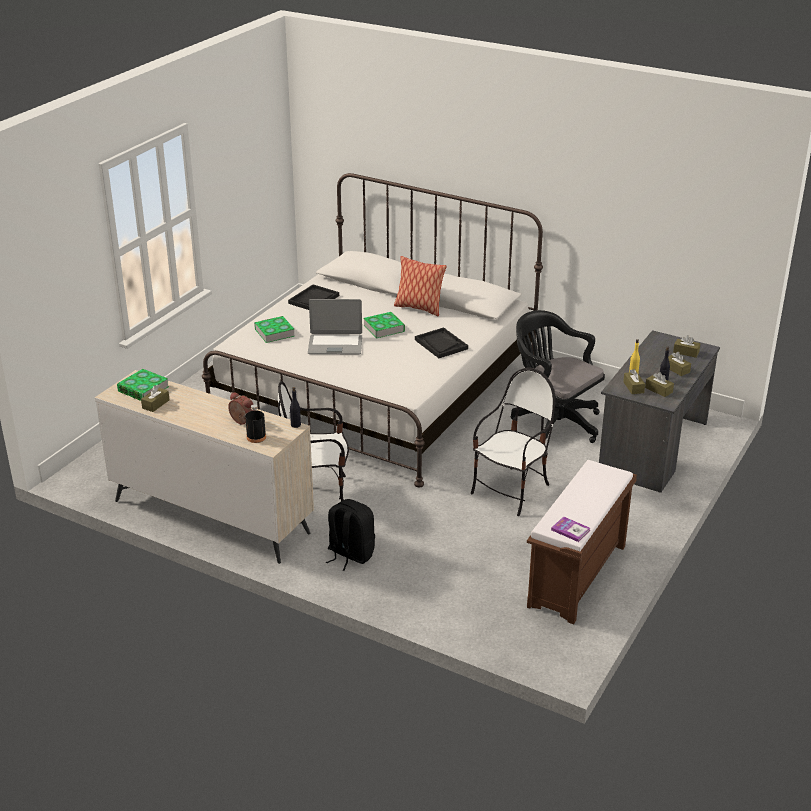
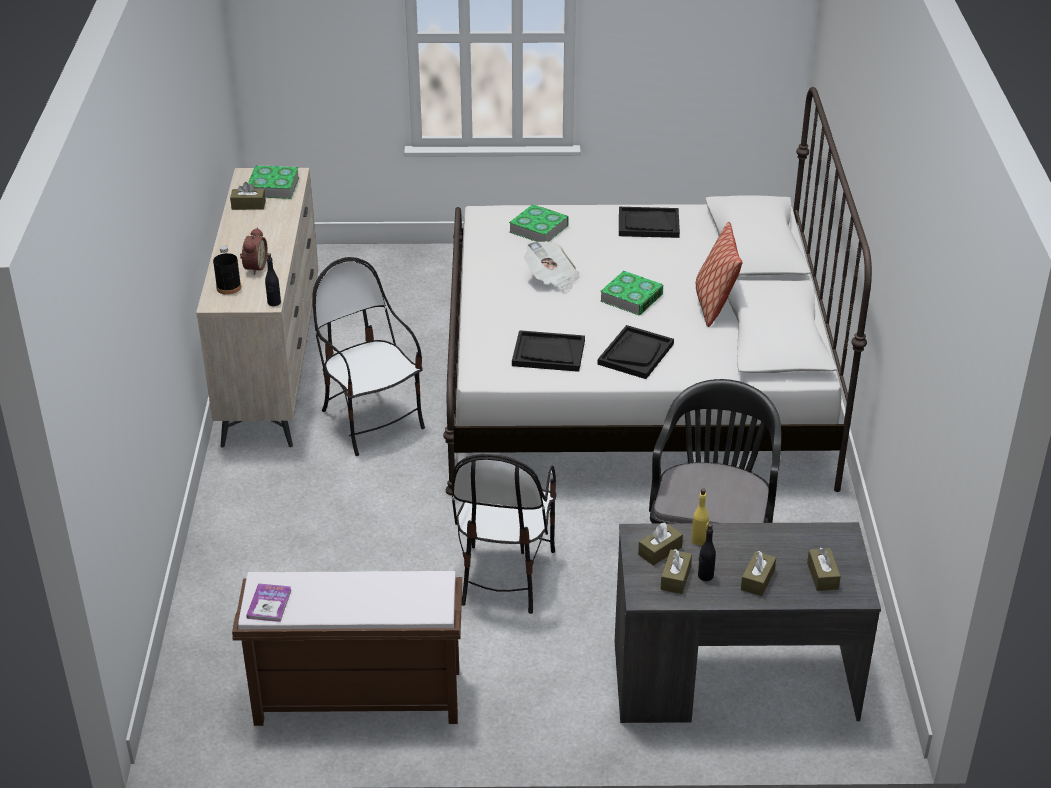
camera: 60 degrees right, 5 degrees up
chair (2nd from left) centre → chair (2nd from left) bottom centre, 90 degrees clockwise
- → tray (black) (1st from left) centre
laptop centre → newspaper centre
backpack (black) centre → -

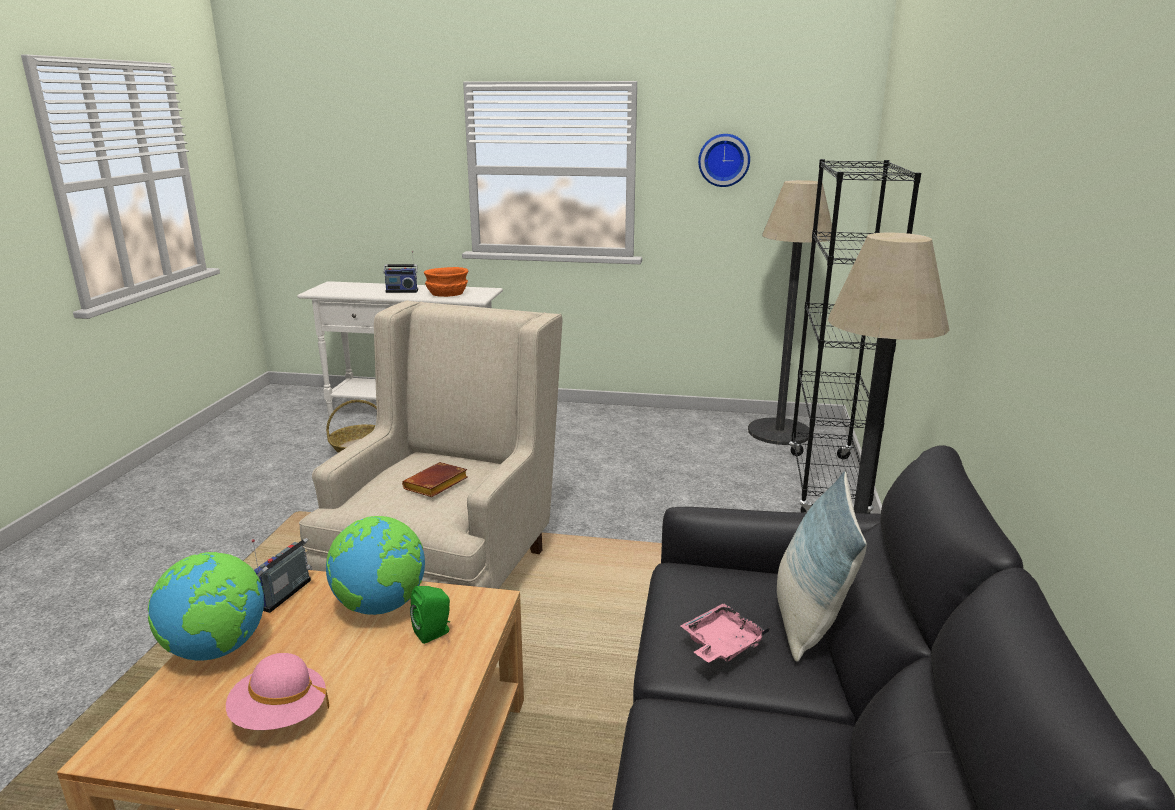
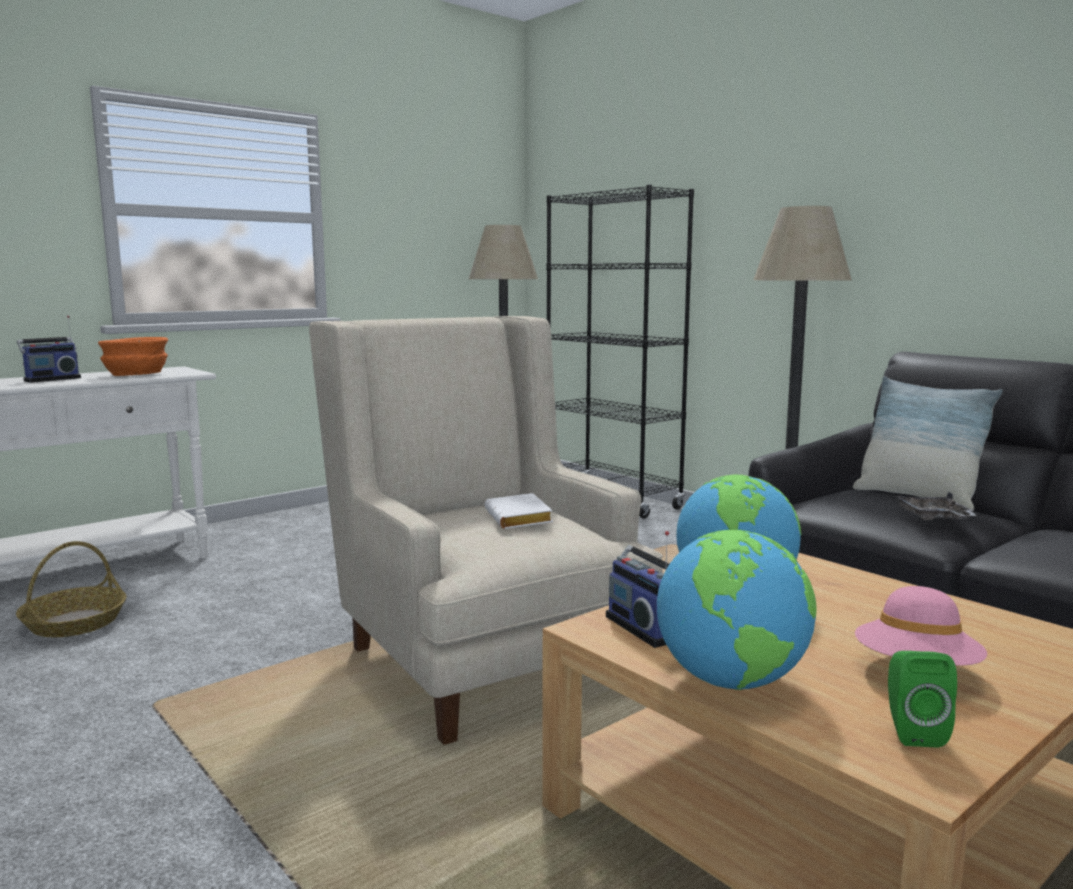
camera: 50 degrees left, 10 degrees down
book (brown) centre → book (white) centre
speaker (green) bottom centre → speaker (green) bottom right, move
tray (pink) bottom centre → tray (grey) middle right
wall clock top centre → -

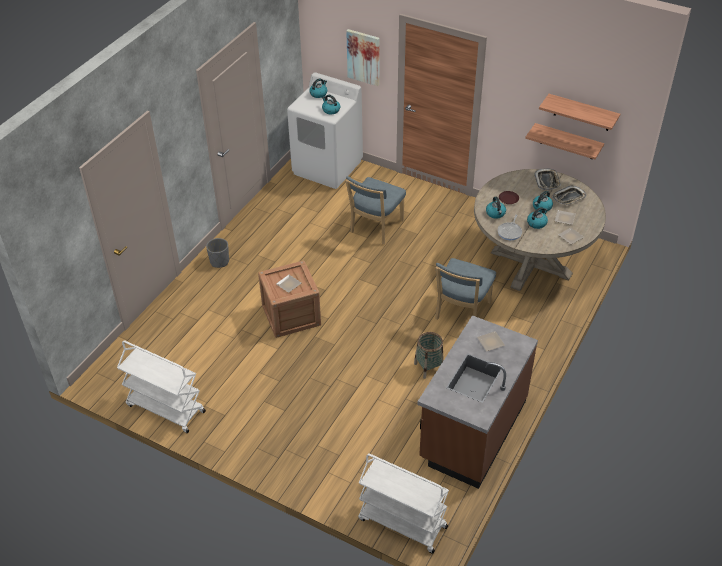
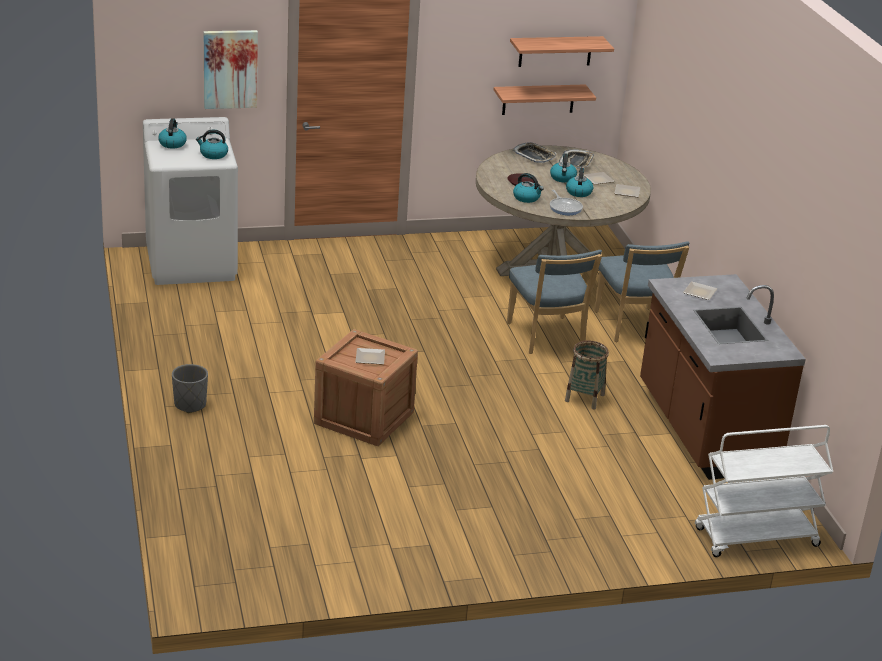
camera: 45 degrees left, 15 degrees down
chair (blue) (1st from left in the first image) centre → chair (blue) (2nd from left) middle right, move
cart (white) (1st from left) bottom left → -

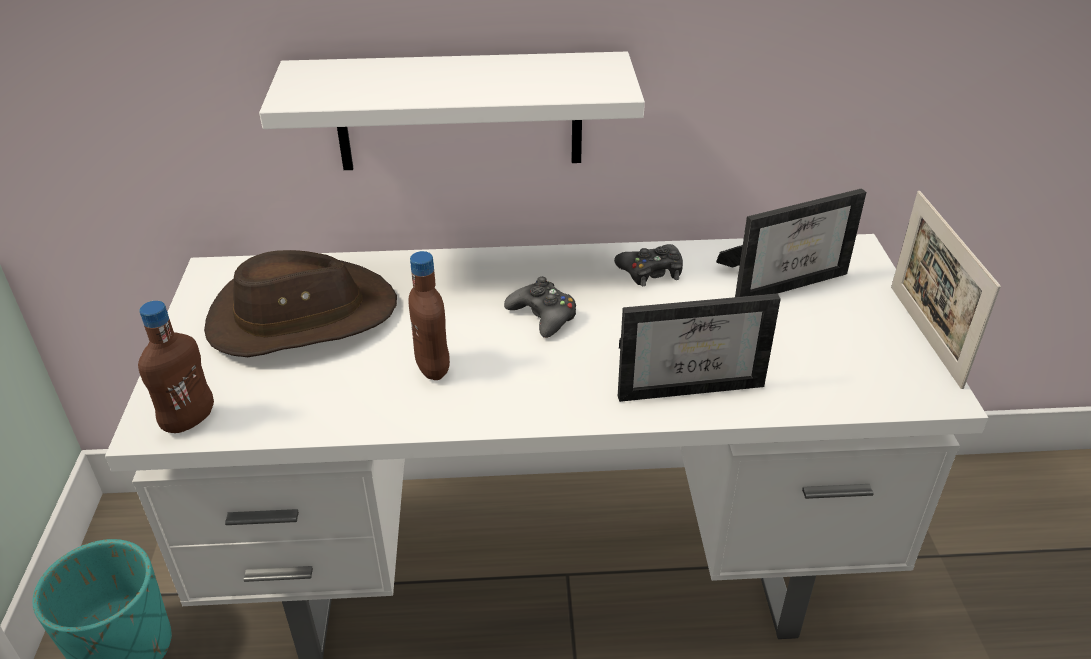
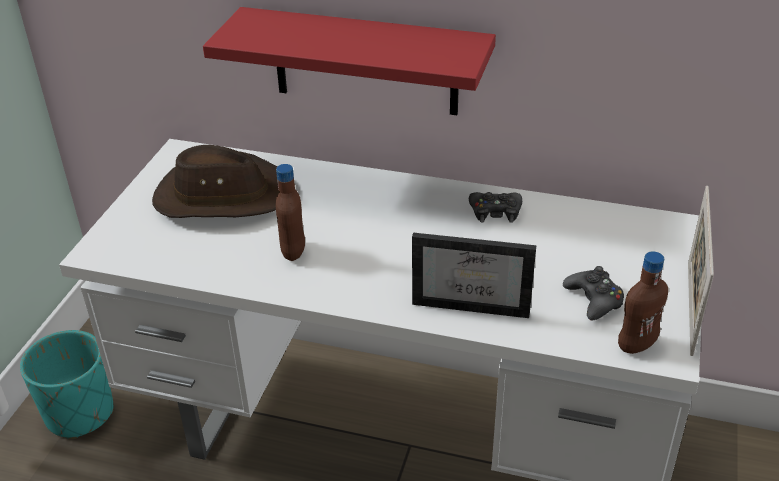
camera: 20 degrees right, 0 degrees up
shelf (white) top centre → shelf (red) top centre
game controller (black) (1st from left in the first image) centre → game controller (black) (2nd from left) middle right, move
bottle (brown) (1st from left in the first image) middle left → bottle (brown) (2nd from left) middle right, move
picture frame (2nd from left) middle right → -

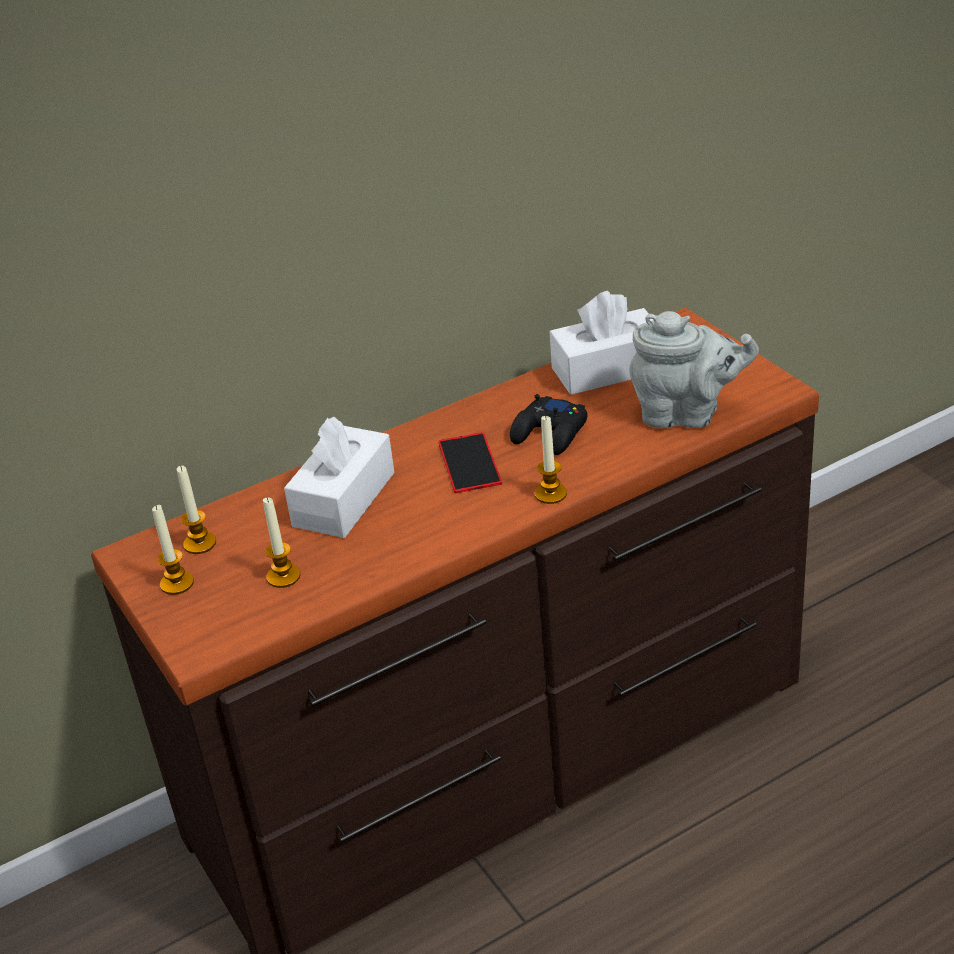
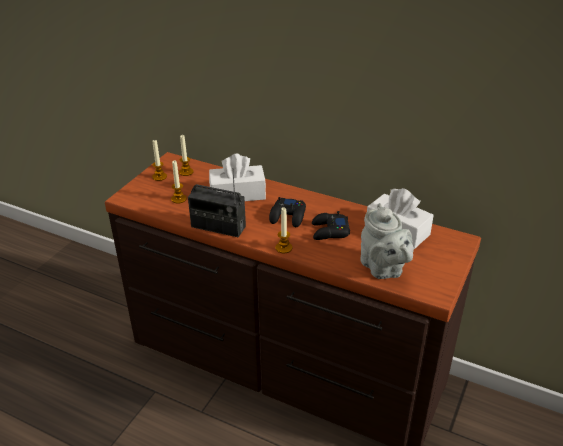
camera: 55 degrees right, 0 degrees up
- → radio centre
phone centre → game controller (black) (1st from left) centre

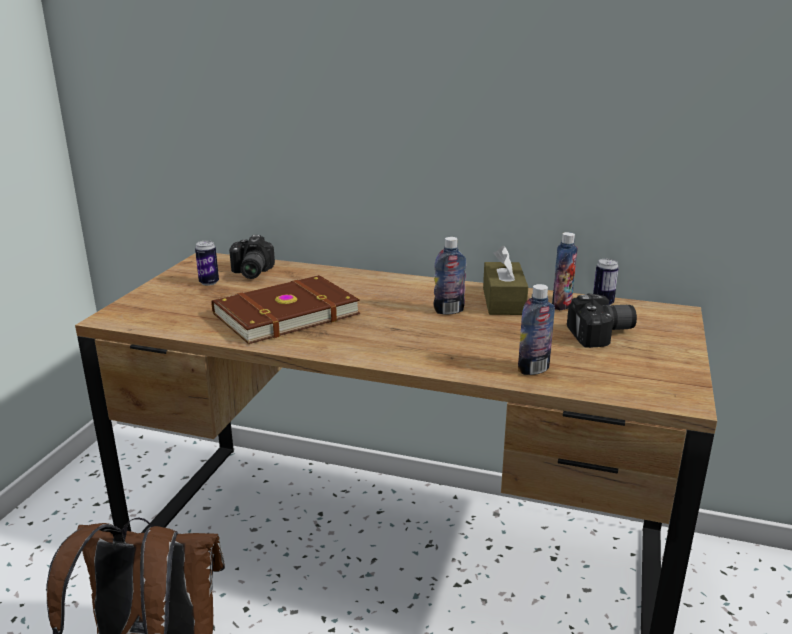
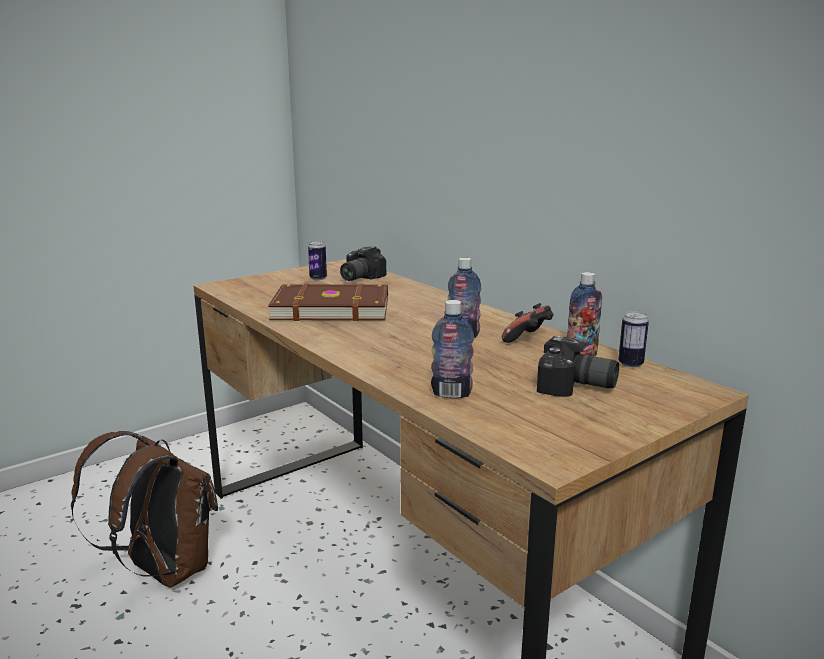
camera: 35 degrees right, 5 degrees down
tissue box (brown) centre → game controller centre

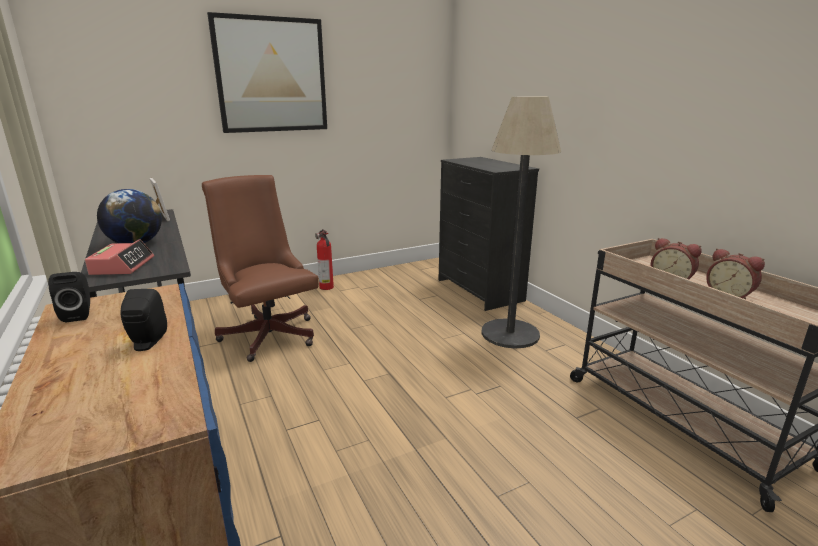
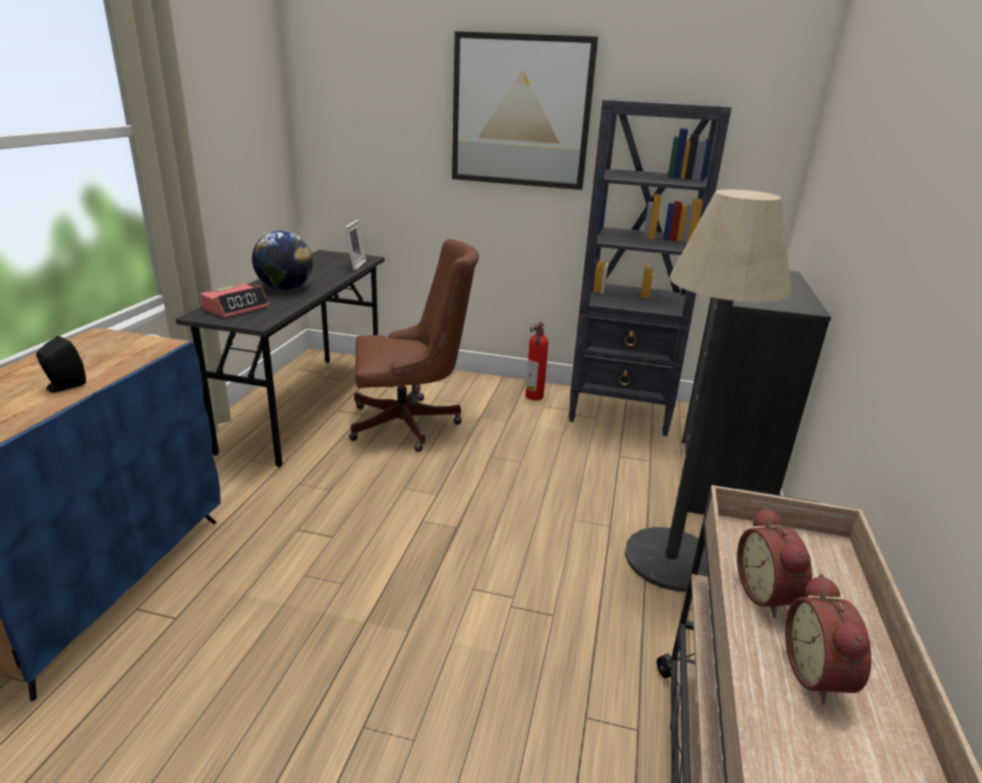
camera: 40 degrees right, 5 degrees up
office chair (brown) middle left → office chair (brown) centre, 75 degrees clockwise
- → bookcase (black) centre
speaker (black) (1st from left) middle left → -

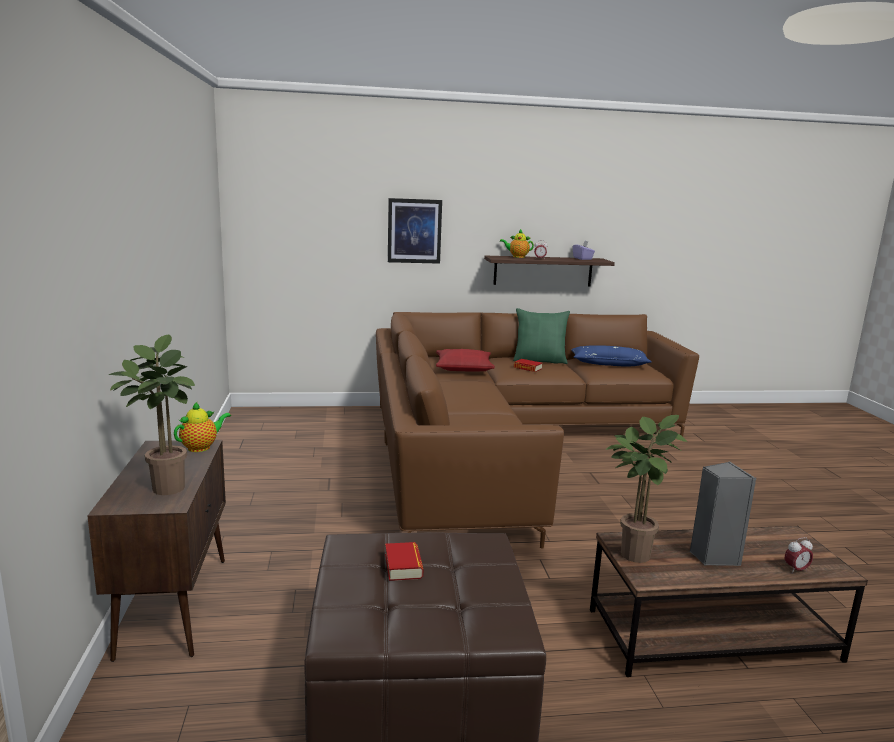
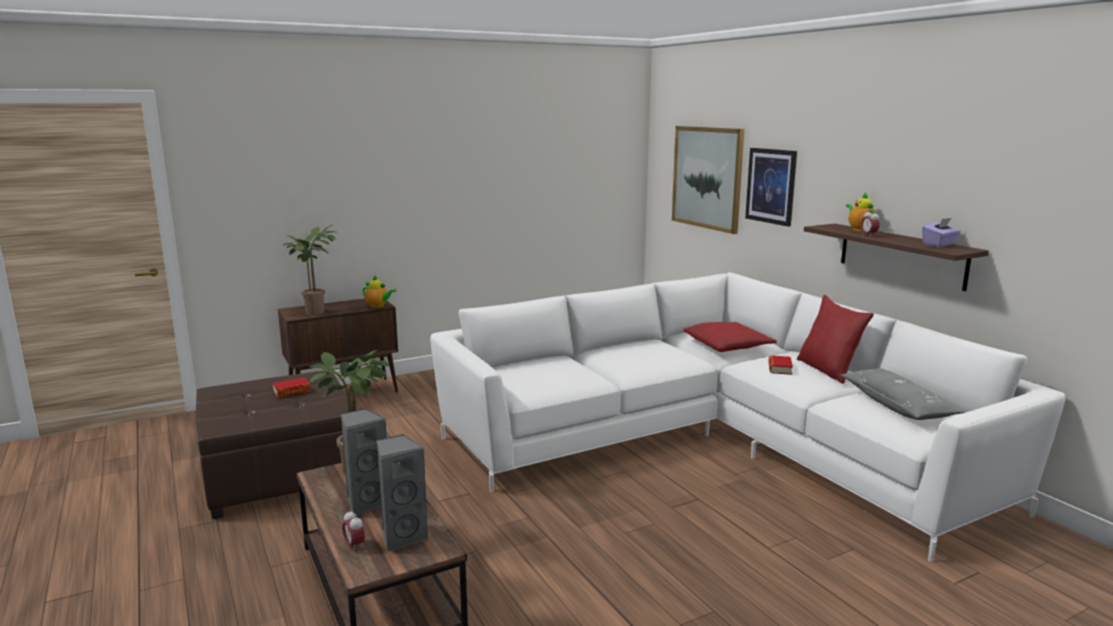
camera: 70 degrees right, 0 degrees up
- → speaker (grey) (2nd from left) bottom centre
sofa (brown) centre → sofa (white) middle right
- → picture (1st from left) top centre
pillow (green) centre → pillow (red) (2nd from left) middle right
pillow (blue) middle right → pillow (grey) middle right

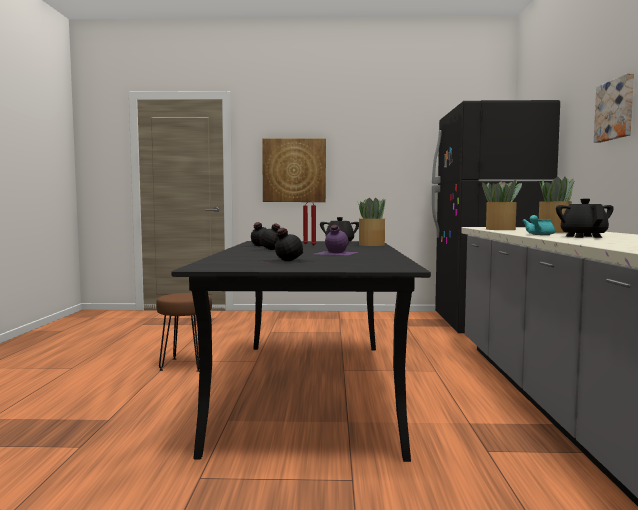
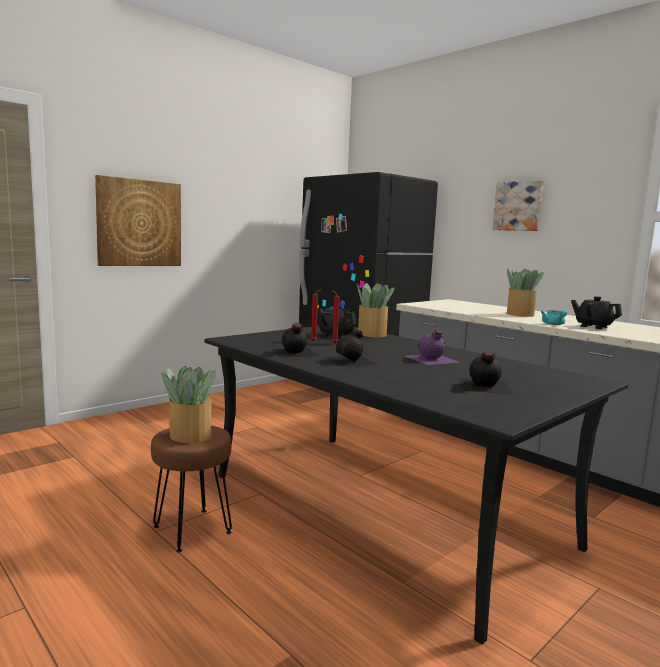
camera: 45 degrees left, 5 degrees up
potted plant (2nd from left in the first image) middle right → potted plant (1st from left) middle left, move

